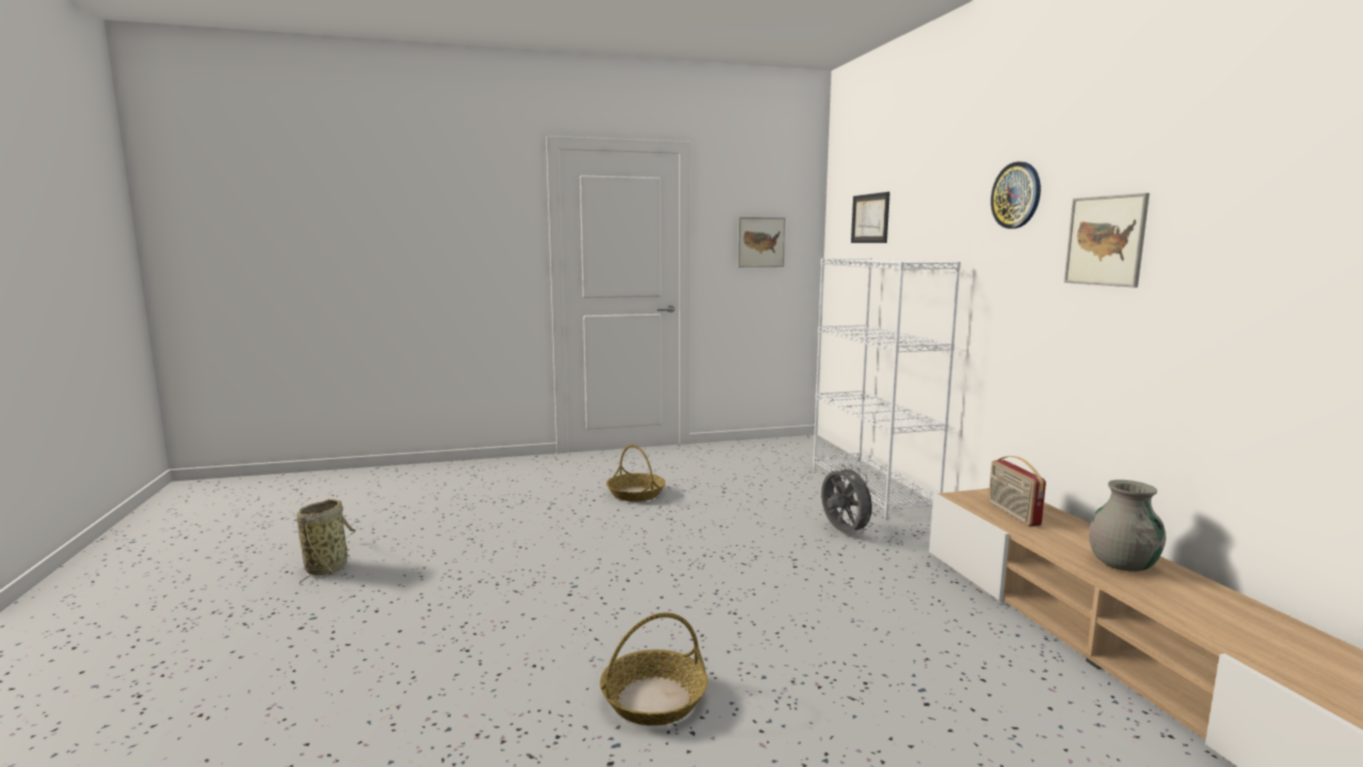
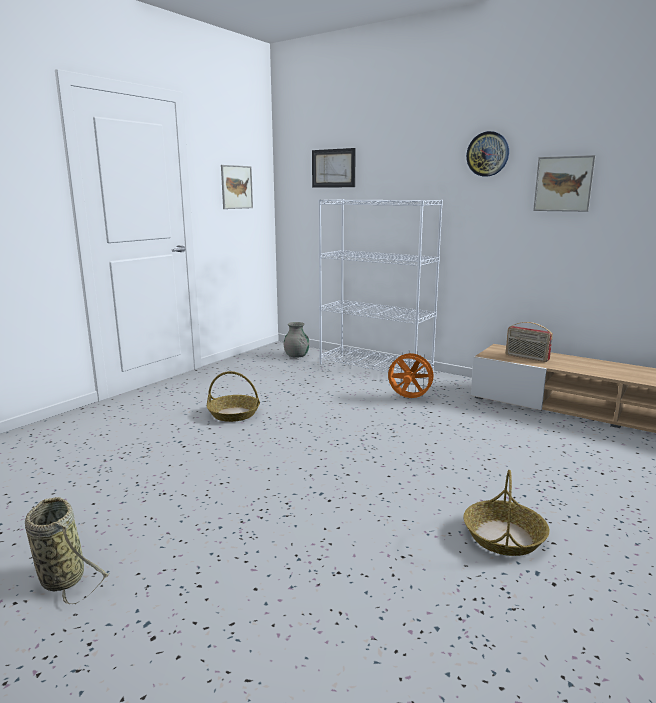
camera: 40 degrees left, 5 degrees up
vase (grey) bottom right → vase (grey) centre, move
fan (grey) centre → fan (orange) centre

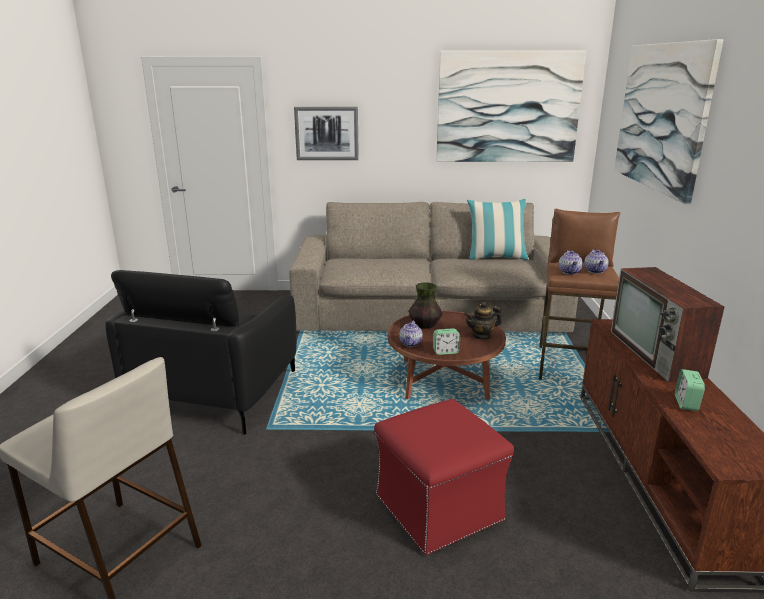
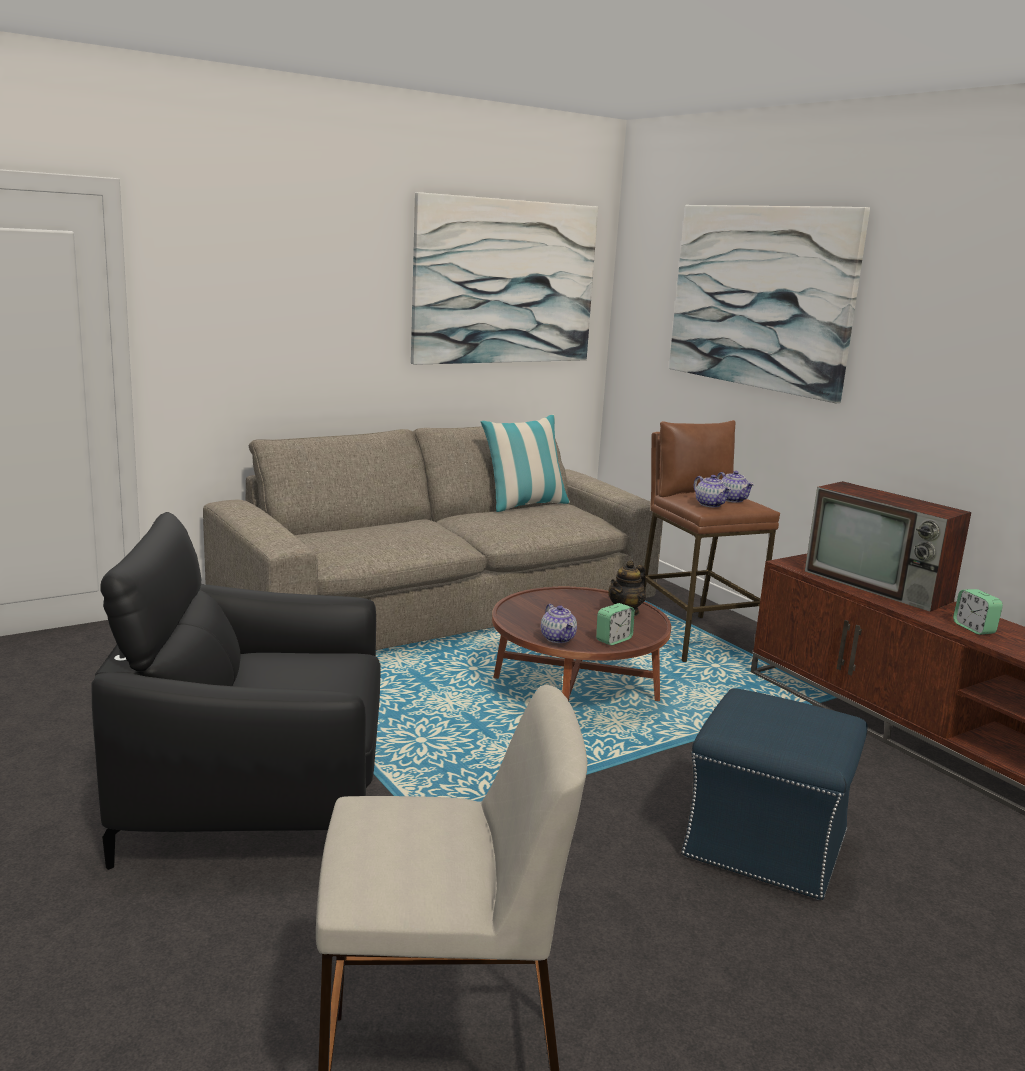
camera: 35 degrees left, 5 degrees down
armchair (black) middle left, 105 degrees clockwise
ottoman (red) bottom centre → ottoman (blue) bottom right
picture (1st from left) top centre → -
vase centre → -

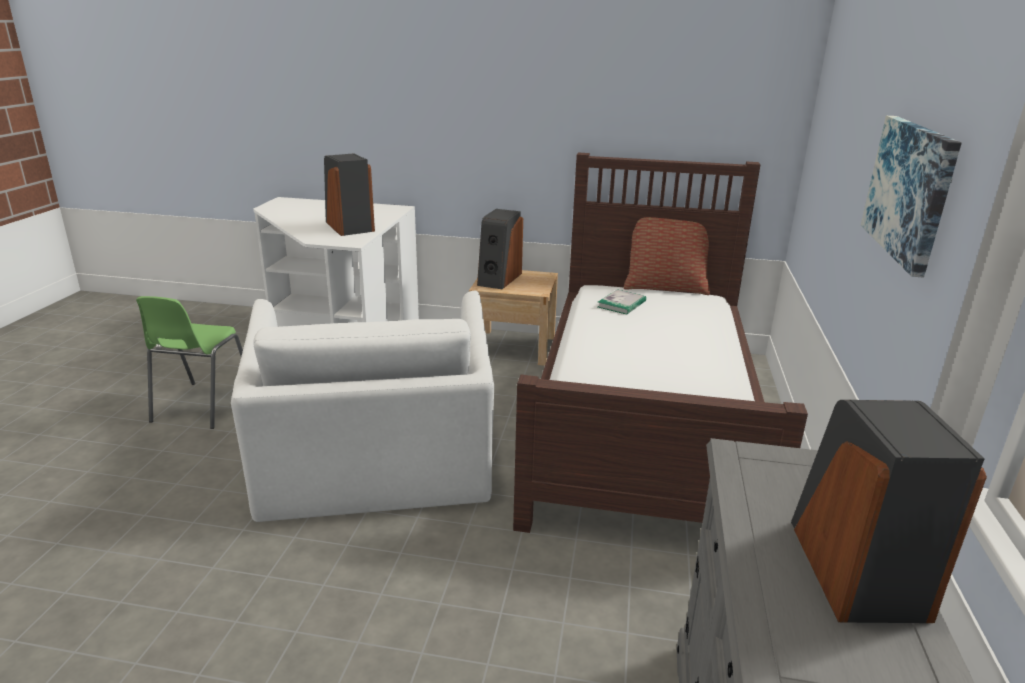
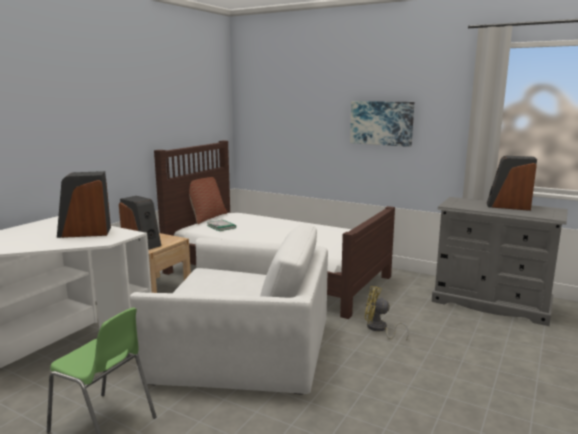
camera: 70 degrees left, 10 degrees down
- → fan (yellow) bottom right

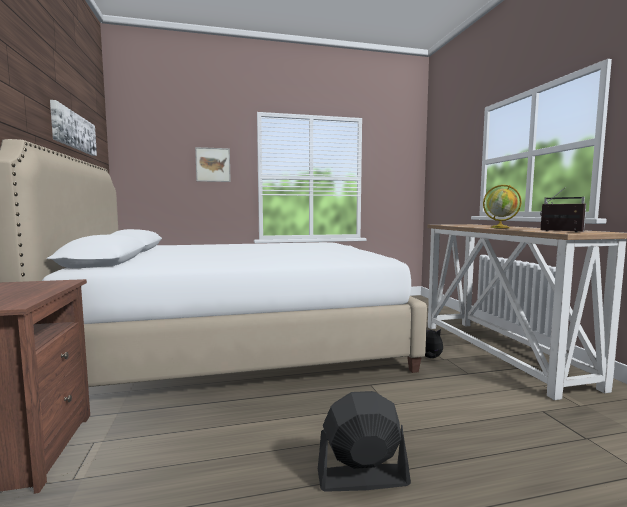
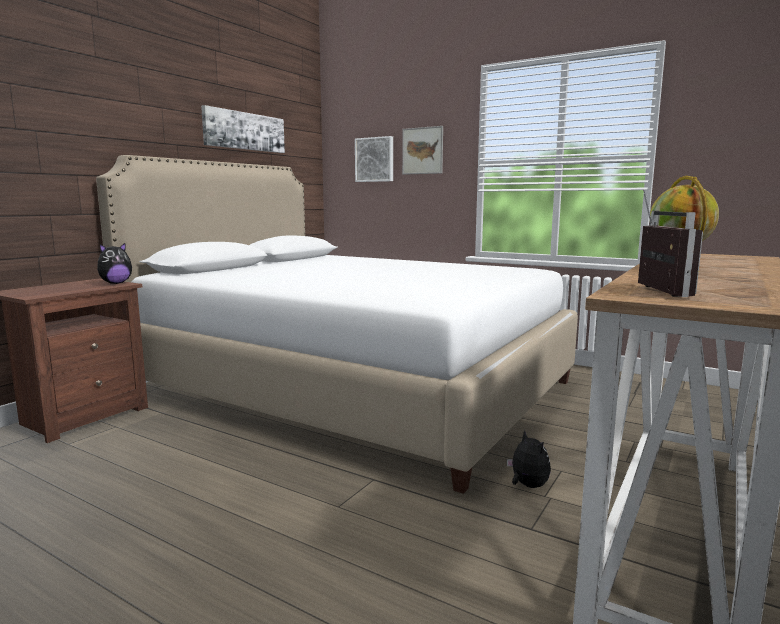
camera: 45 degrees right, 5 degrees up
- → plush toy (1st from left) middle left
- → picture (2nd from left) top centre
fan (black) bottom centre → -

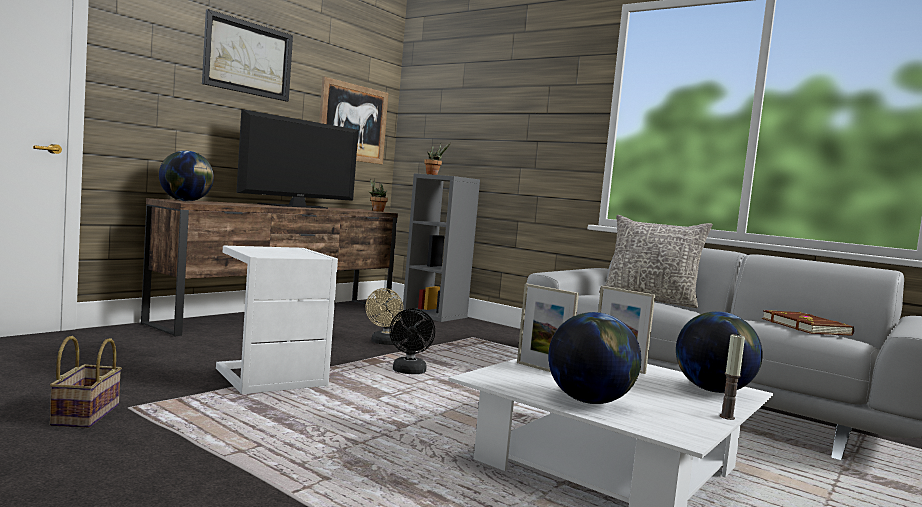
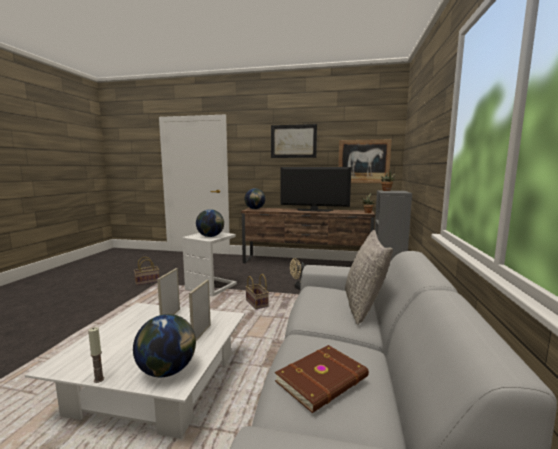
camera: 65 degrees right, 5 degrees up
globe (2nd from left) bottom centre → globe (2nd from left) centre, move
fan (black) bottom centre → basket (2nd from left) centre

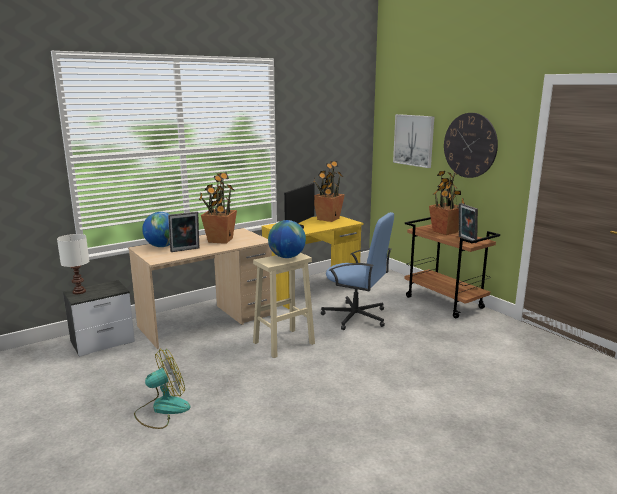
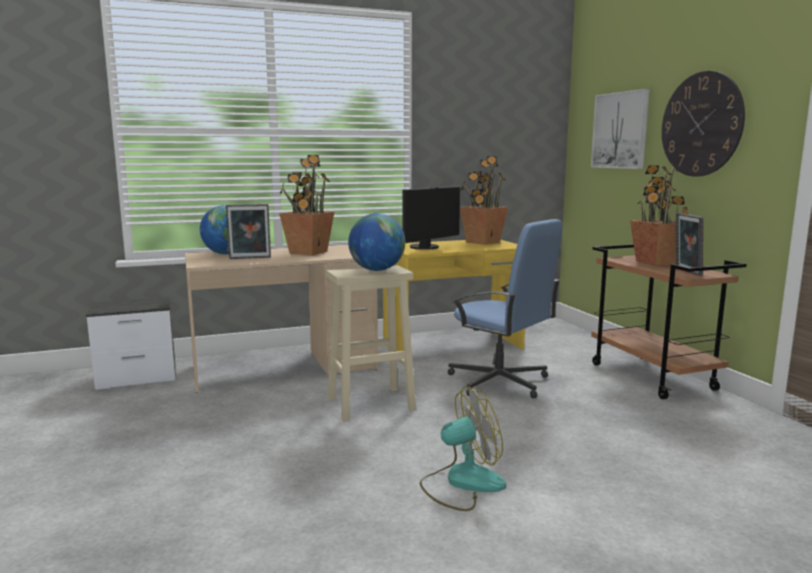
camera: 15 degrees right, 5 degrees down
fan bottom left → fan bottom centre, move
table lamp (white) middle left → -

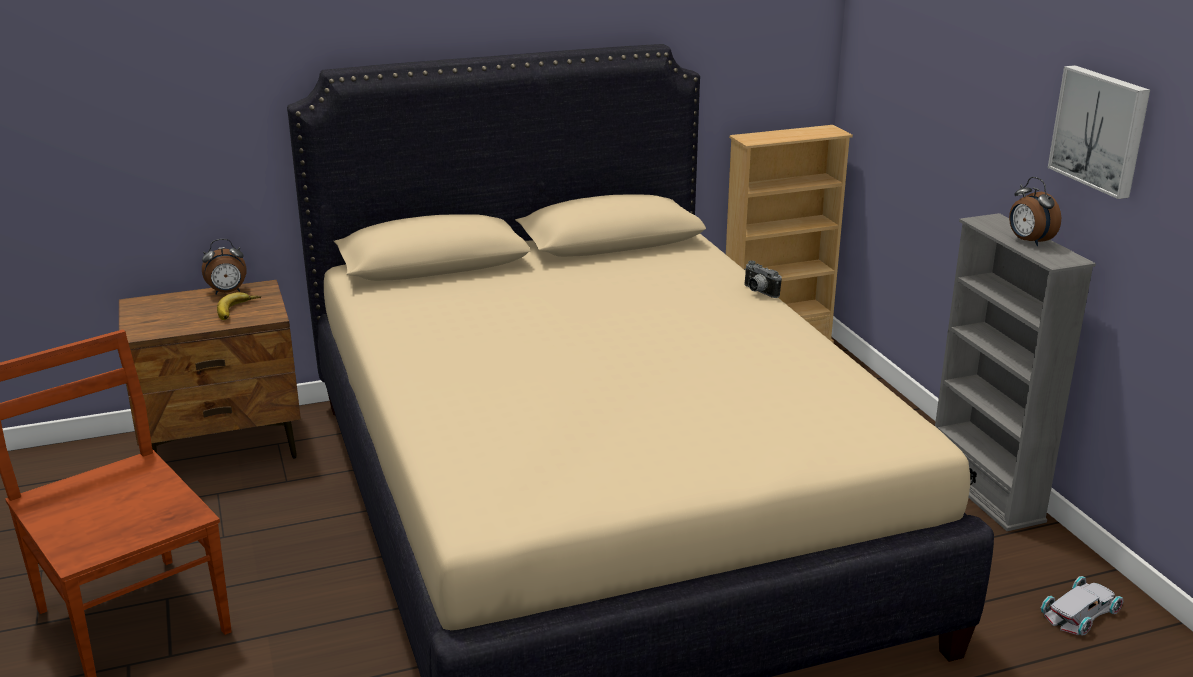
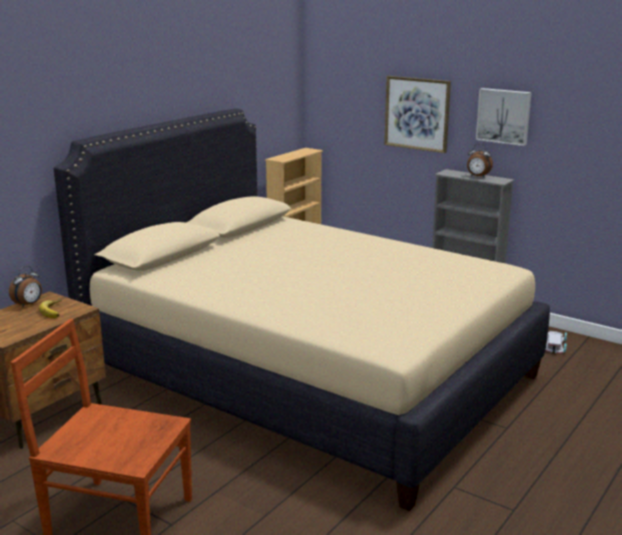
camera: 35 degrees left, 5 degrees down
- → picture (1st from left) top right
photo camera centre → -

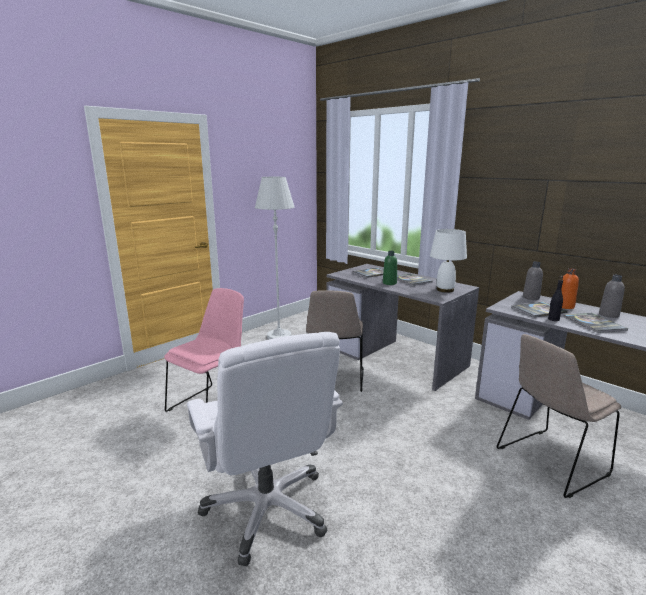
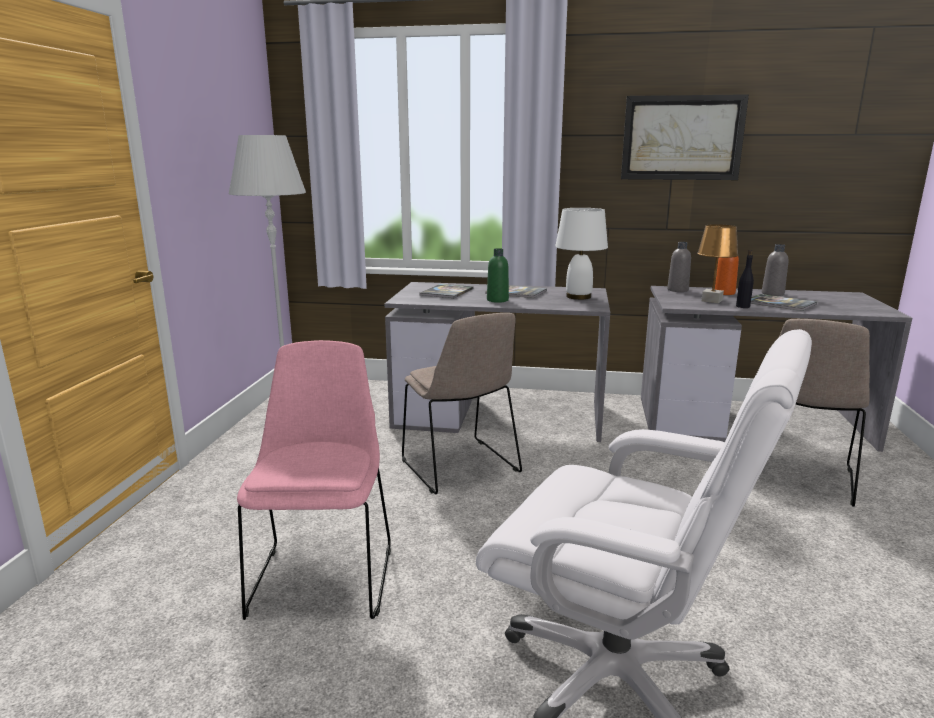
camera: 35 degrees left, 0 degrees up
- → picture top right
book (3rd from left) middle right → table lamp (brown) middle right

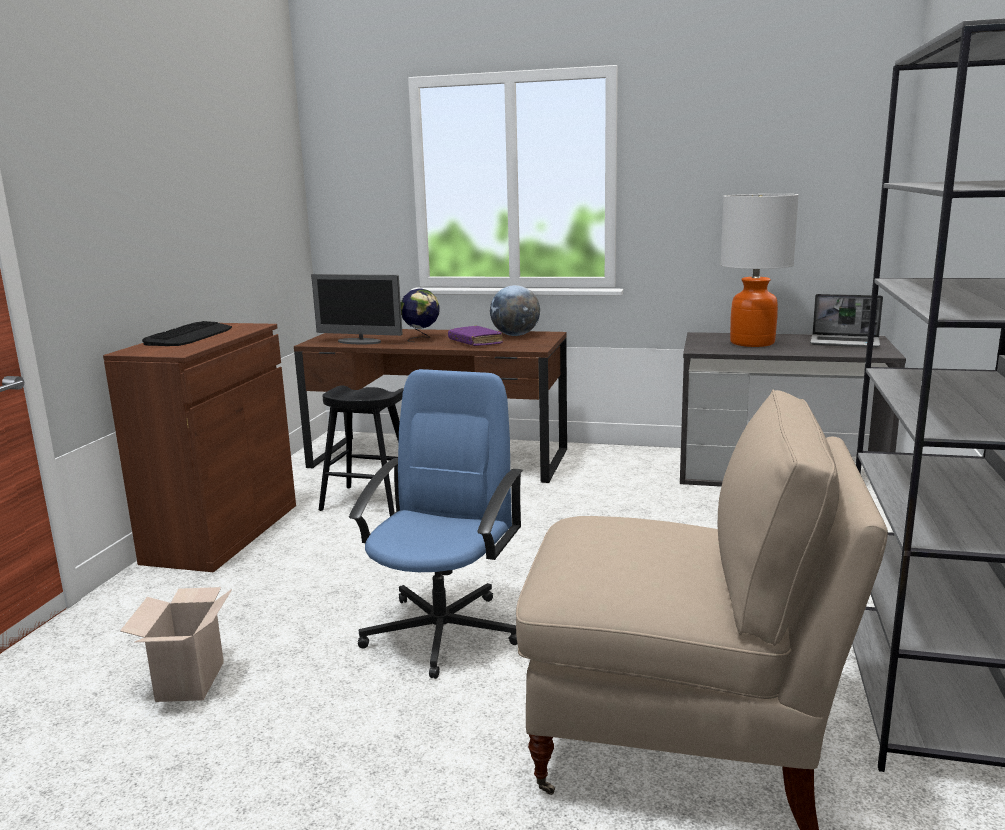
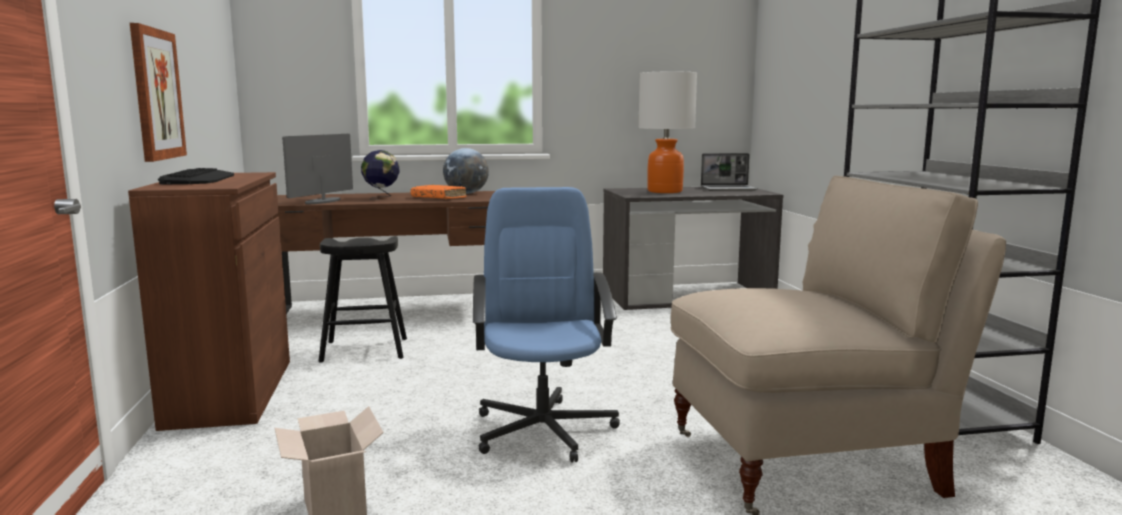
camera: 25 degrees left, 5 degrees down
- → picture top left
monitor centre → monitor top left, 120 degrees clockwise
book (purple) centre → book (orange) centre

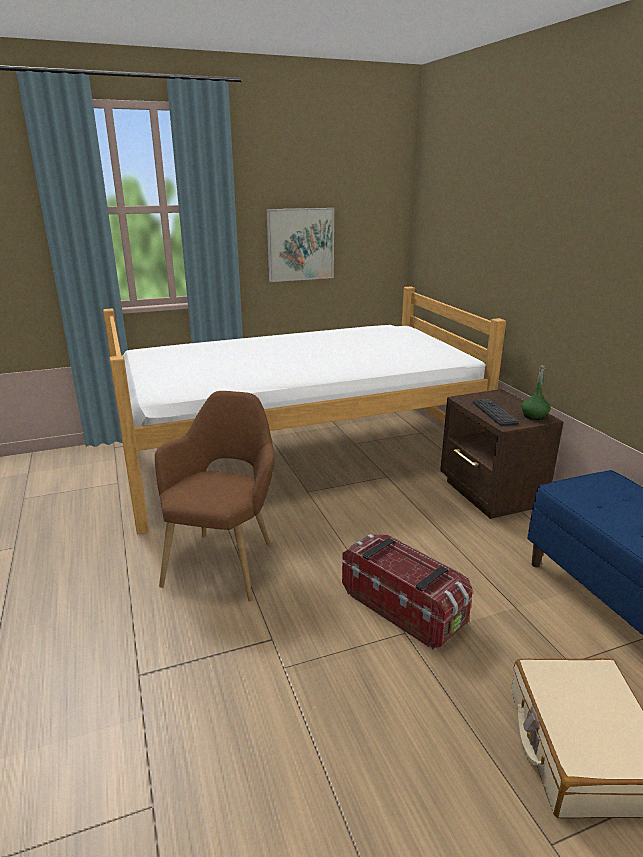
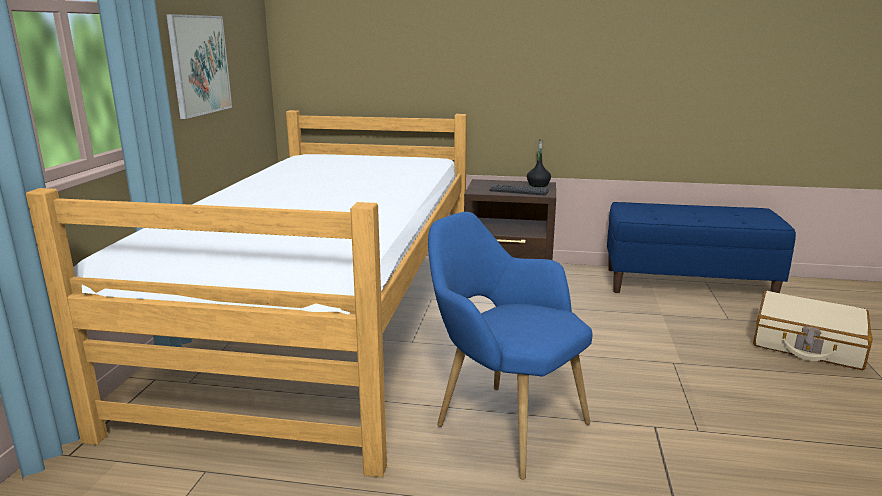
camera: 60 degrees left, 5 degrees down
armchair (brown) middle left → armchair (blue) bottom centre
bottle (green) middle right → bottle (black) top centre
storage box bottom centre → -

